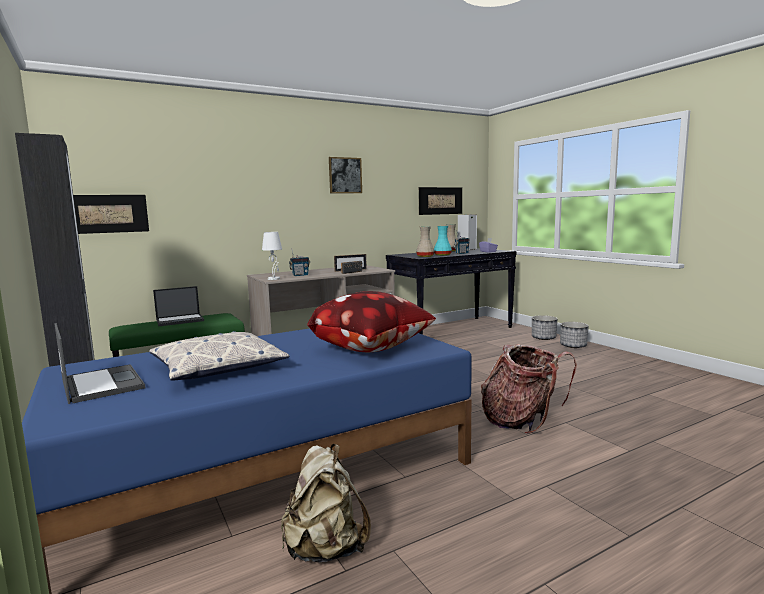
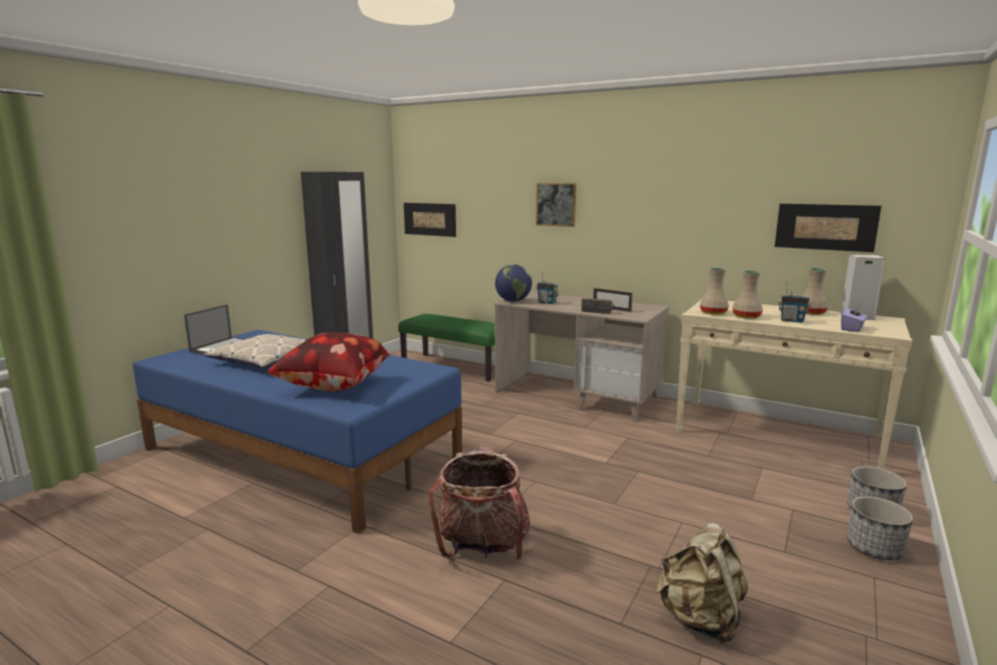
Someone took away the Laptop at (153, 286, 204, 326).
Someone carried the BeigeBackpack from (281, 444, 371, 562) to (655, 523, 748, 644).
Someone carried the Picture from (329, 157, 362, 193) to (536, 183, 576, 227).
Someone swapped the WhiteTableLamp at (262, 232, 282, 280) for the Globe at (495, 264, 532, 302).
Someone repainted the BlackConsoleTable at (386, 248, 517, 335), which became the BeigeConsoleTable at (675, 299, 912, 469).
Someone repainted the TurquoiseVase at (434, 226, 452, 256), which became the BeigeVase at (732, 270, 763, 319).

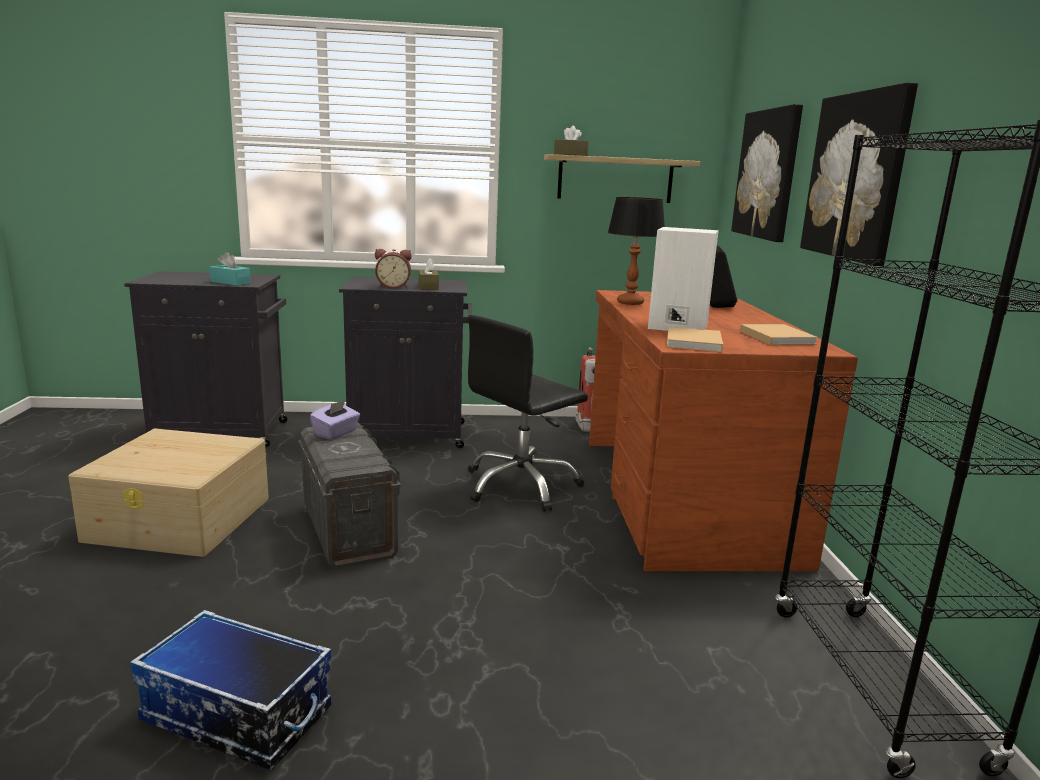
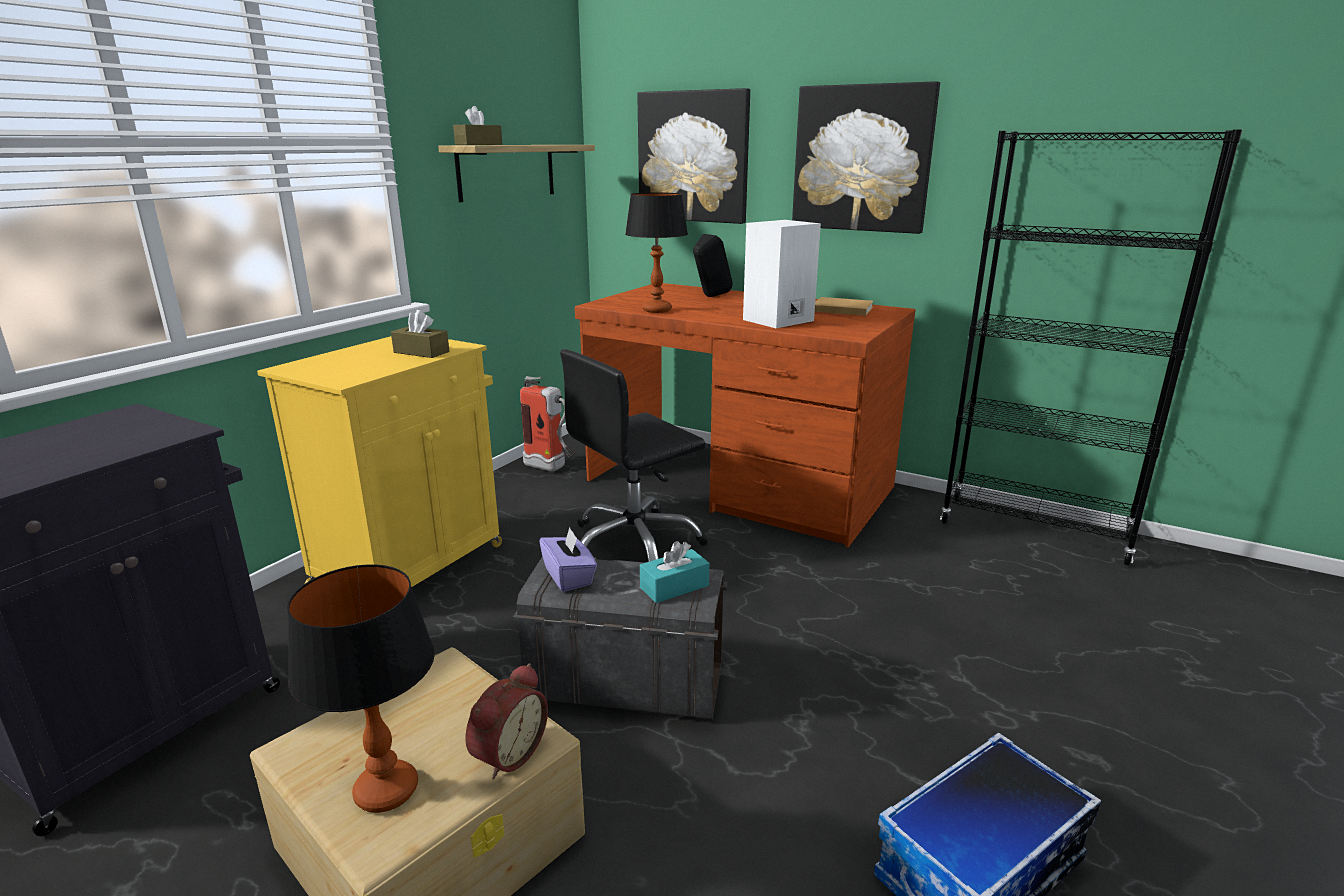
Someone took away the BeigeBook at (667, 327, 723, 352).
Someone put down the TableLamp at (287, 564, 435, 813).
Someone carried the TurquoiseTissueBox from (209, 252, 251, 286) to (640, 541, 709, 603).
Someone carried the AlarmClock from (375, 249, 412, 289) to (465, 663, 548, 779).
Someone repainted the BlackCabinet at (339, 277, 472, 448), which became the YellowCabinet at (257, 336, 502, 587).
Someone rotated the BlackOfficeChair at (468, 315, 588, 512) by 60 degrees clockwise.

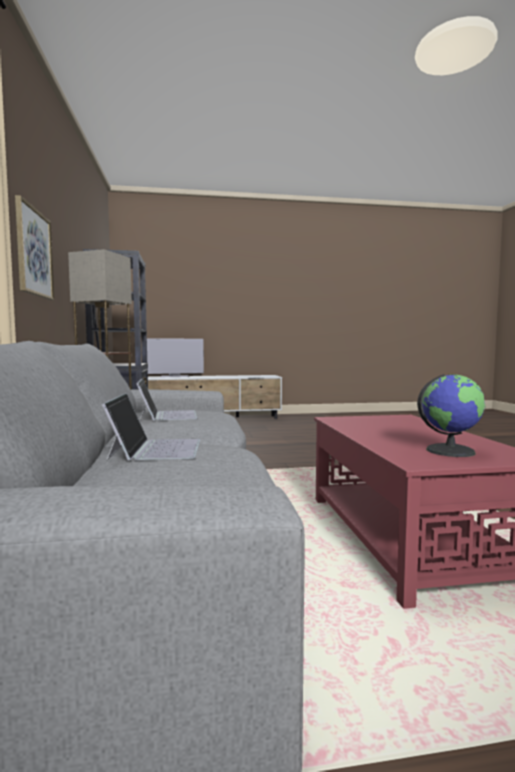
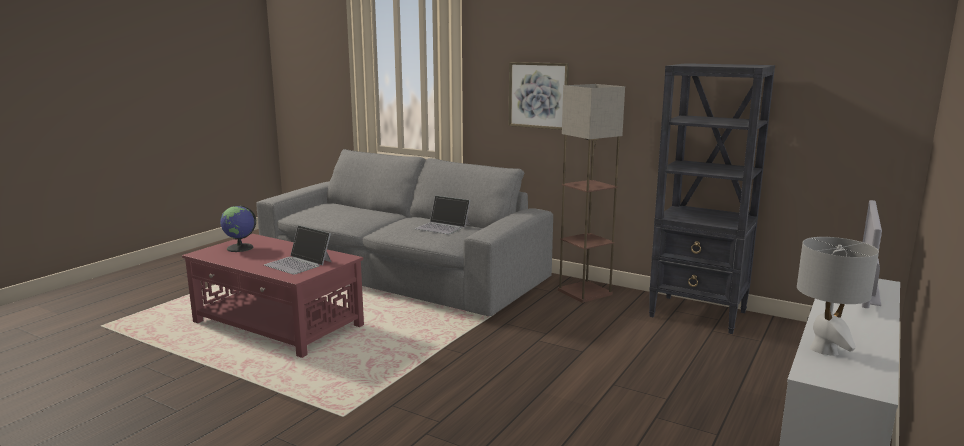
Someone put down the GreyTableLamp at (797, 237, 879, 356).
Someone carried the Laptop from (102, 393, 200, 461) to (264, 225, 331, 275).

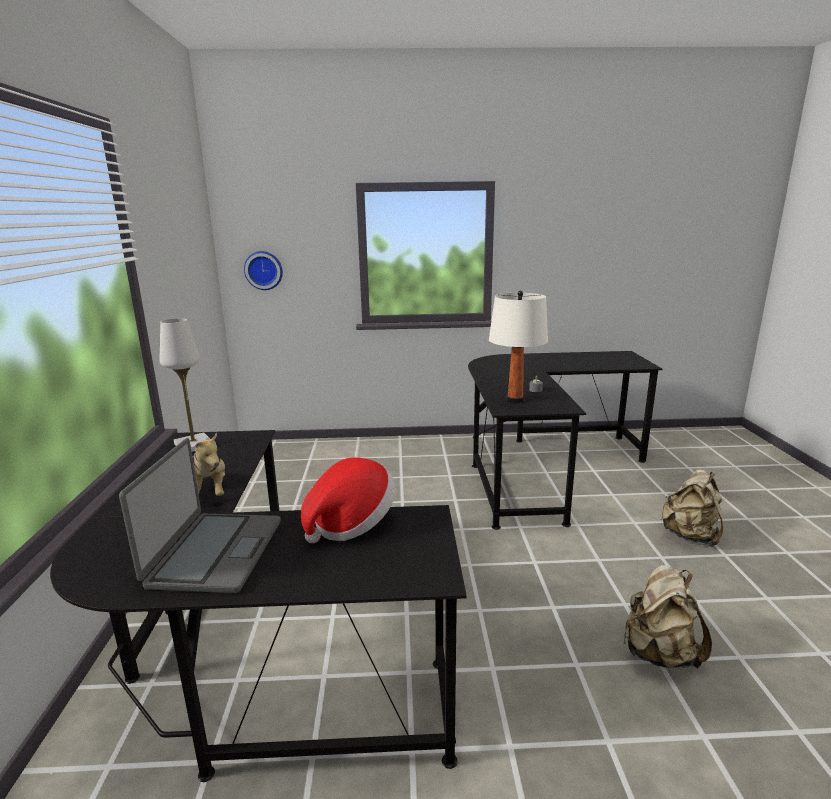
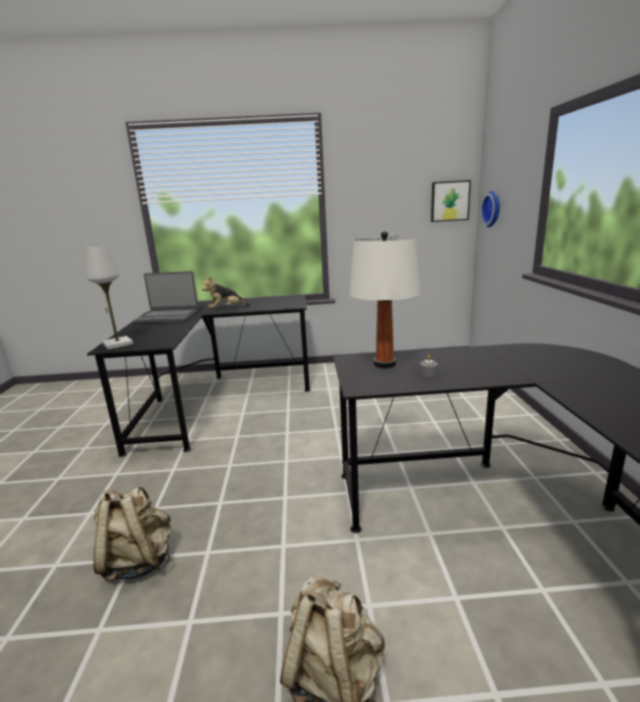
Someone took away the Hat at (301, 457, 396, 543).
Someone put up the Picture at (431, 180, 471, 222).
Someone carried the WhiteTableLamp from (160, 318, 211, 452) to (86, 244, 133, 350).

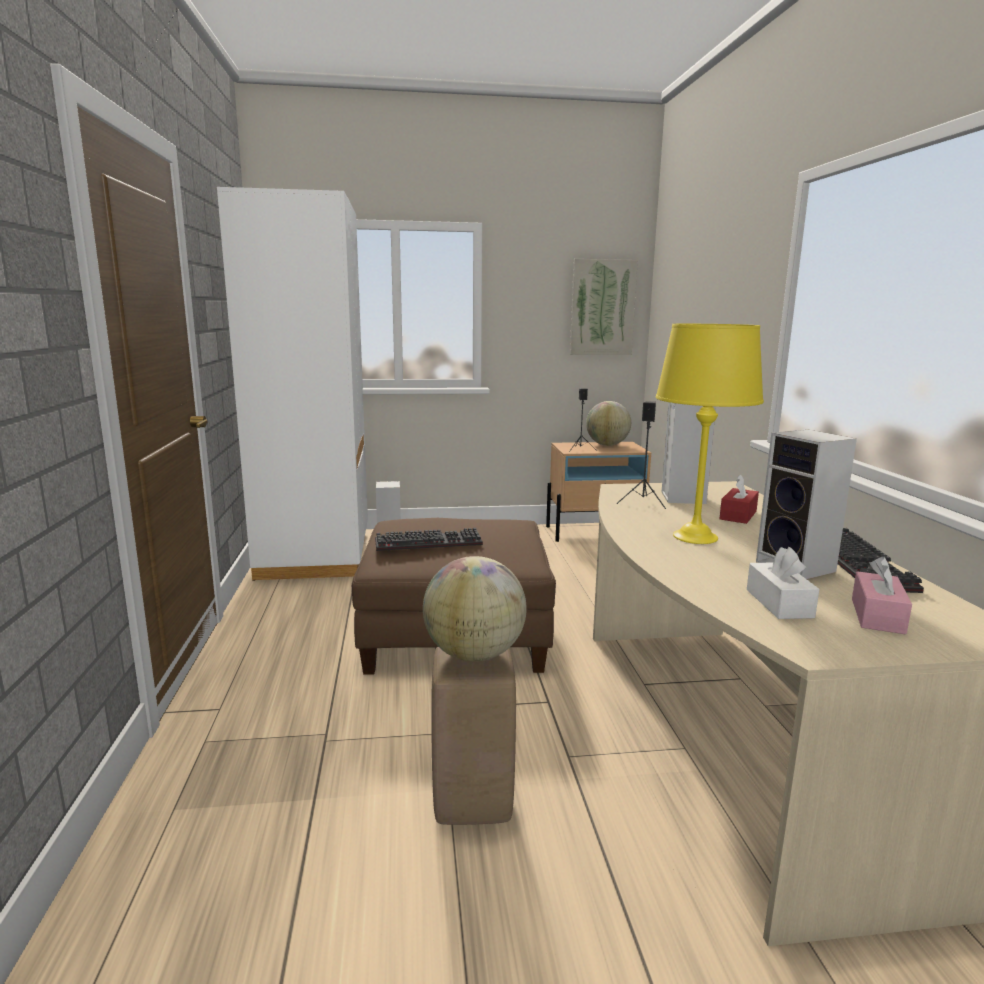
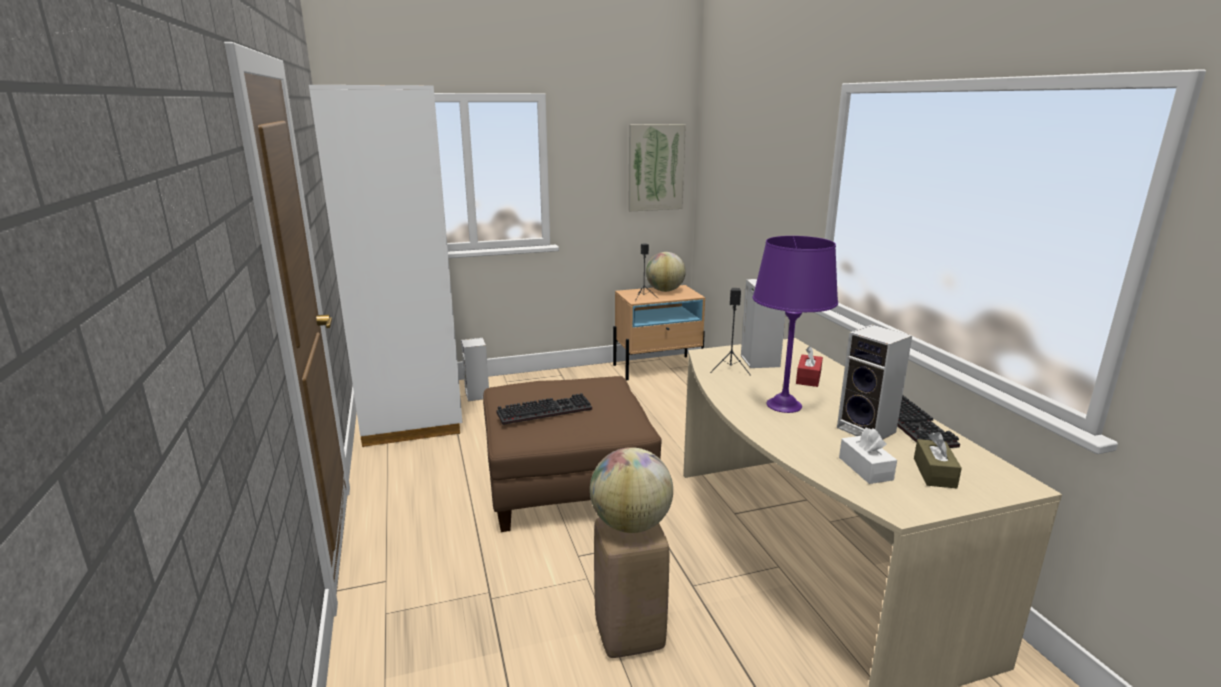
Someone repainted the YellowTableLamp at (656, 324, 764, 544), which became the PurpleTableLamp at (753, 236, 838, 413).
Someone repainted the PinkTissueBox at (852, 556, 912, 634), which became the BrownTissueBox at (914, 432, 962, 488).

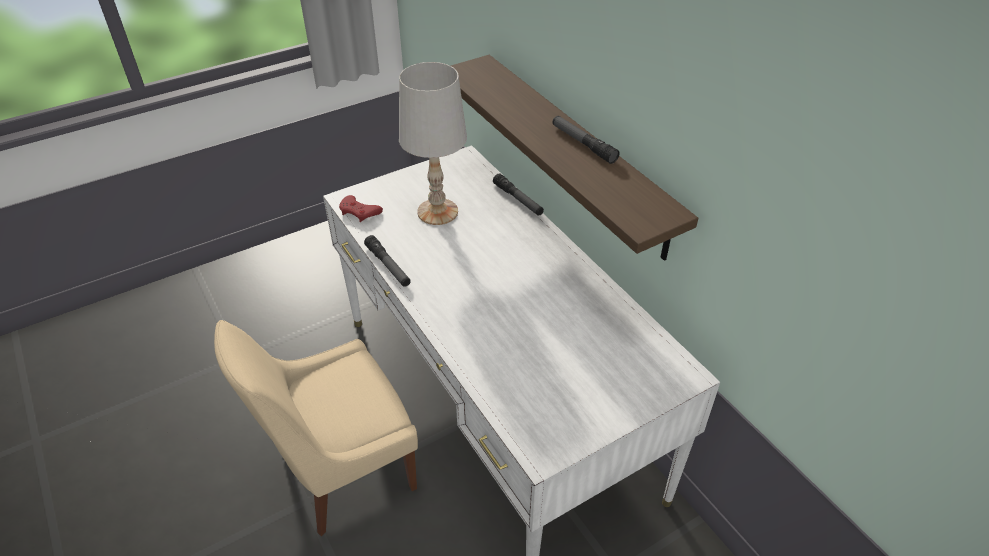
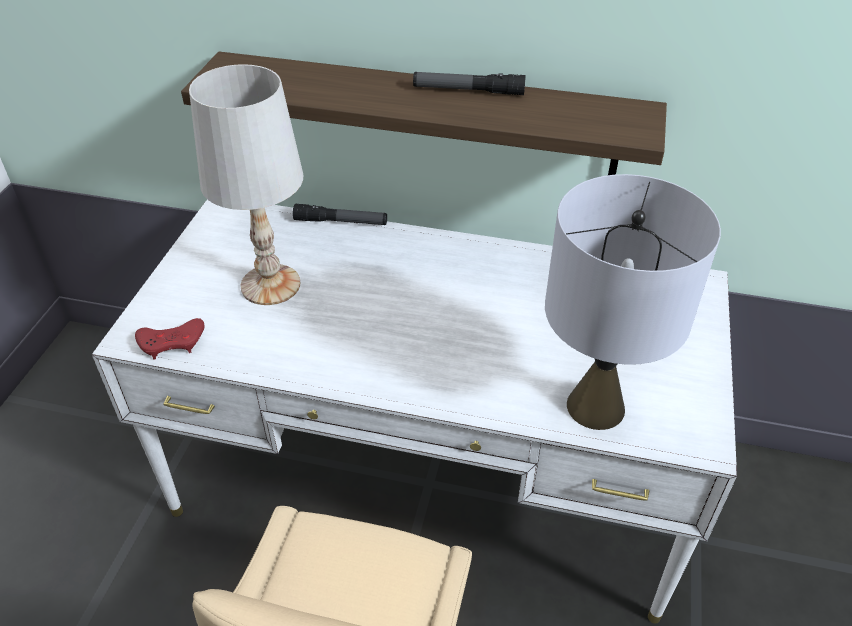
Someone took away the Flashlight at (364, 235, 411, 287).
Someone put down the GreyTableLamp at (545, 174, 721, 430).

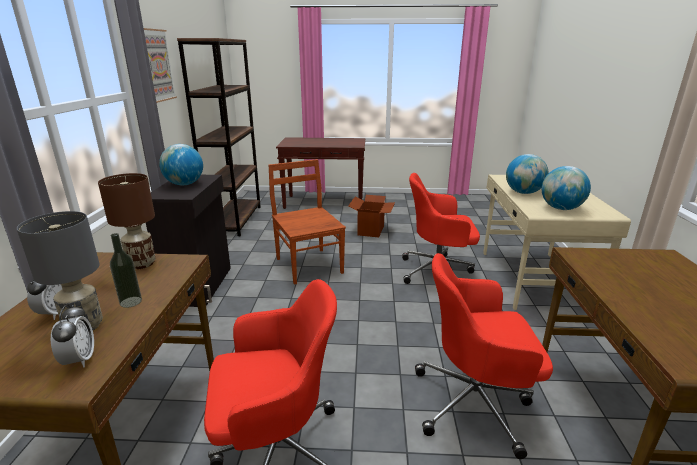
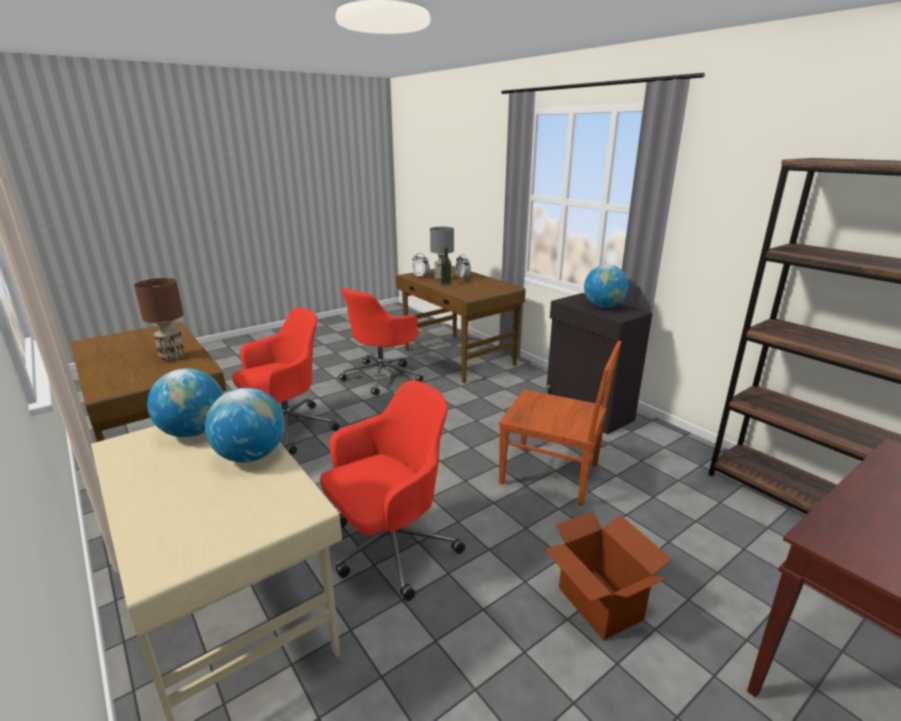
Someone took away the Picture at (144, 28, 177, 103).
Someone carried the BrownTableLamp from (98, 173, 156, 269) to (134, 278, 185, 361).

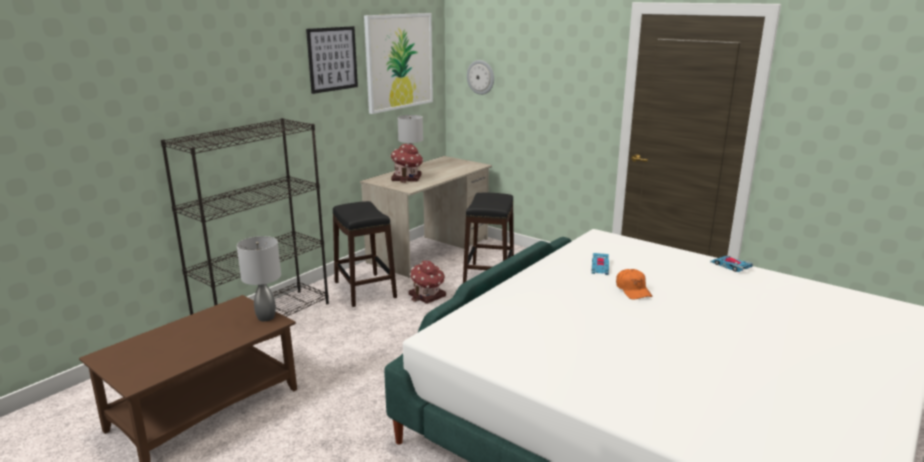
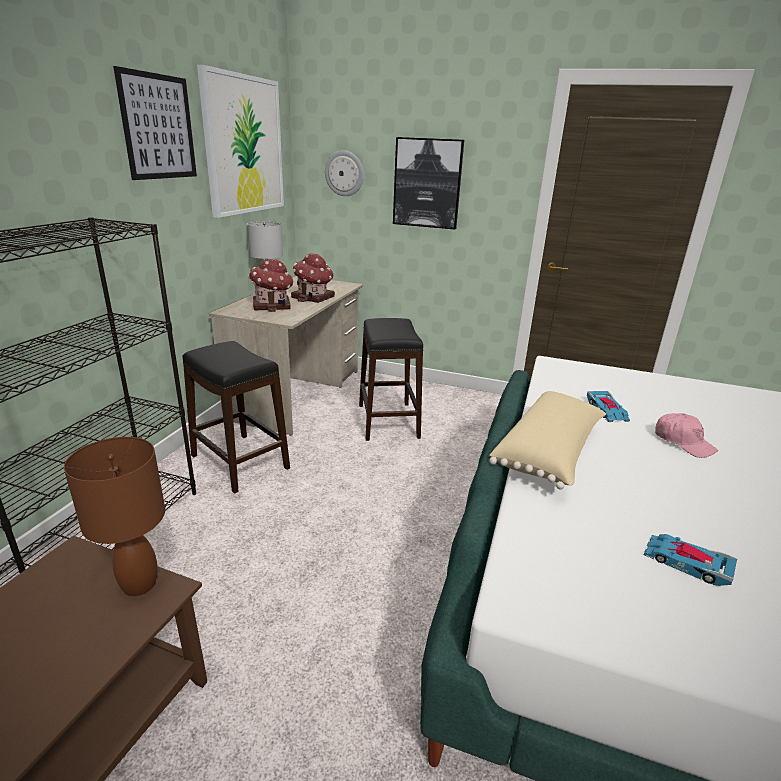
Someone put up the Picture at (393, 137, 464, 229).
Someone put down the BeigePillow at (489, 391, 606, 490).
Someone carried the ToyHouse from (409, 261, 446, 304) to (291, 253, 335, 303).
Someone carried the ToyCar from (710, 256, 753, 272) to (644, 534, 738, 586).
Someone repainted the GreyTableLamp at (237, 236, 281, 321), which became the BrownTableLamp at (64, 437, 165, 596).
Someone repainted the OrangeCap at (616, 269, 652, 300), which became the PinkCap at (655, 413, 718, 458).

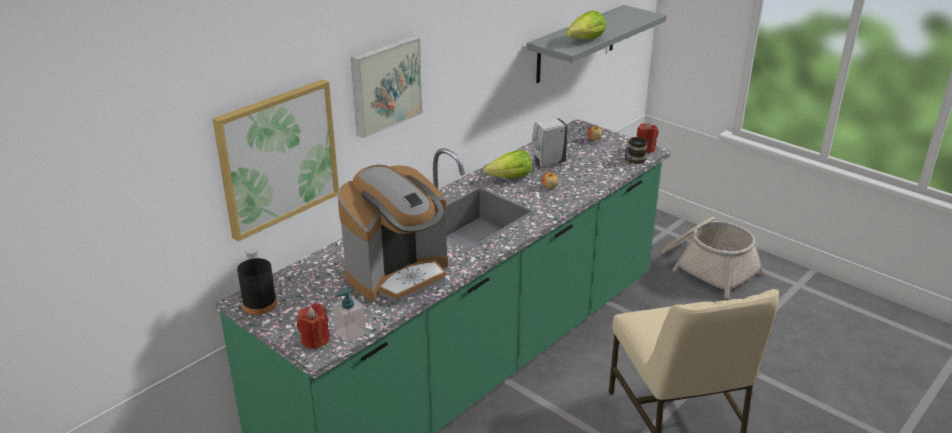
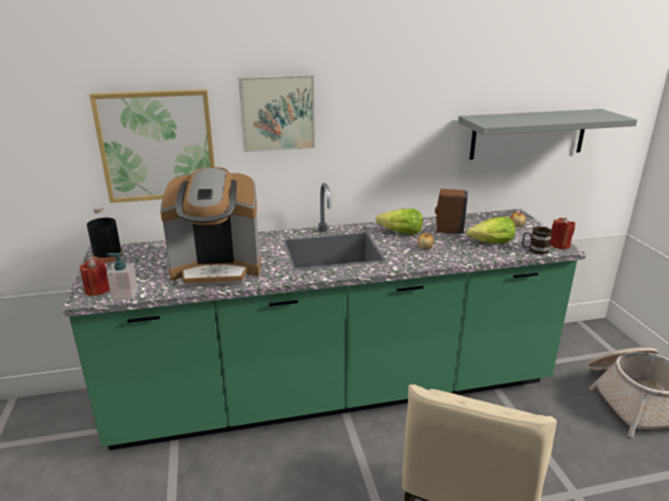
Someone carried the Lettuce from (566, 11, 606, 39) to (466, 217, 515, 243).
Someone repainted the WhiteSoapDispenser at (532, 118, 568, 168), which became the BrownSoapDispenser at (435, 189, 468, 234).

